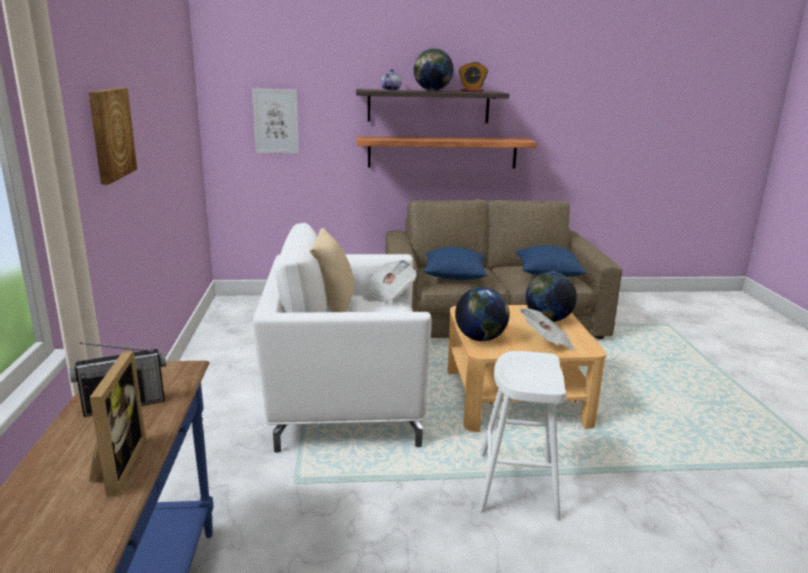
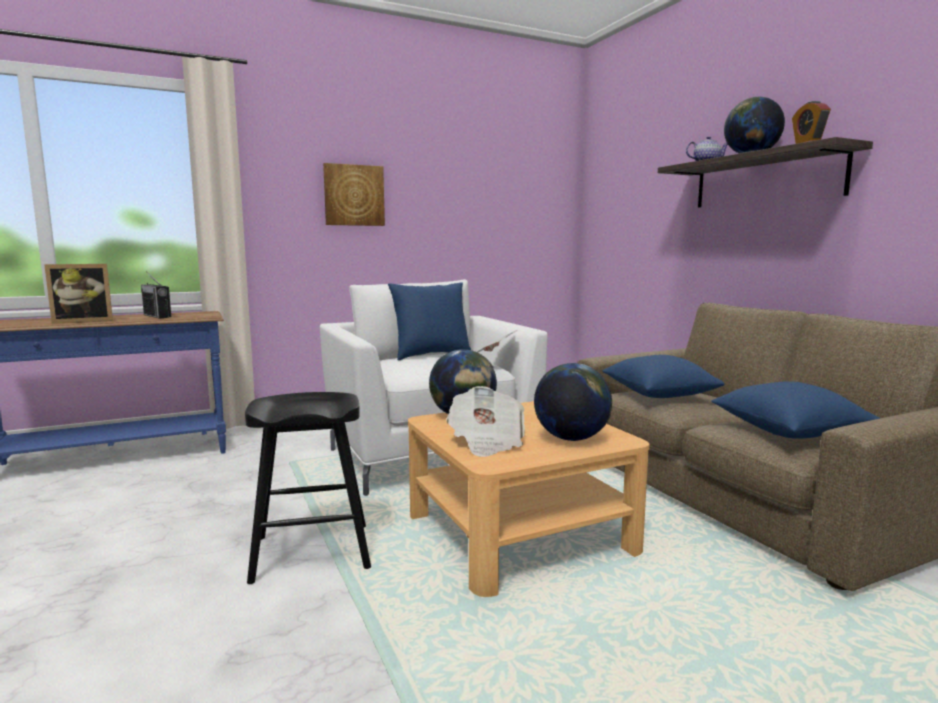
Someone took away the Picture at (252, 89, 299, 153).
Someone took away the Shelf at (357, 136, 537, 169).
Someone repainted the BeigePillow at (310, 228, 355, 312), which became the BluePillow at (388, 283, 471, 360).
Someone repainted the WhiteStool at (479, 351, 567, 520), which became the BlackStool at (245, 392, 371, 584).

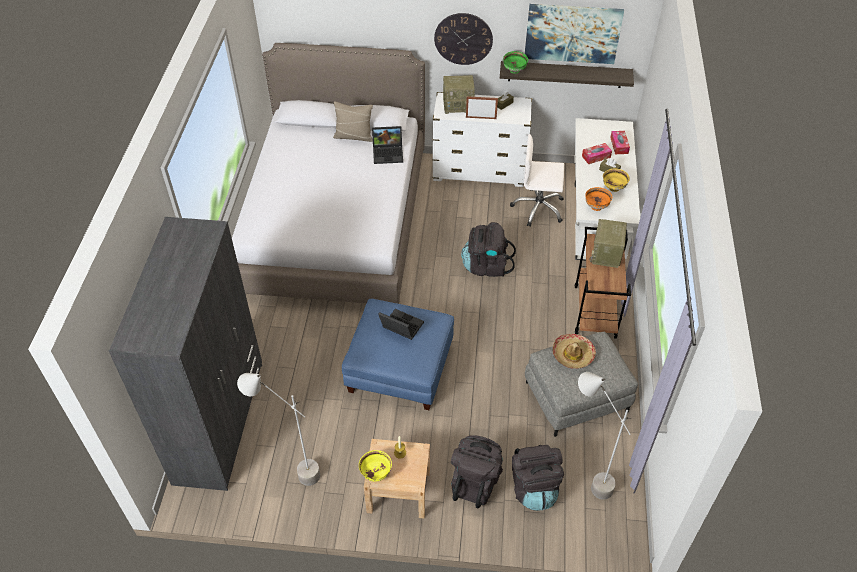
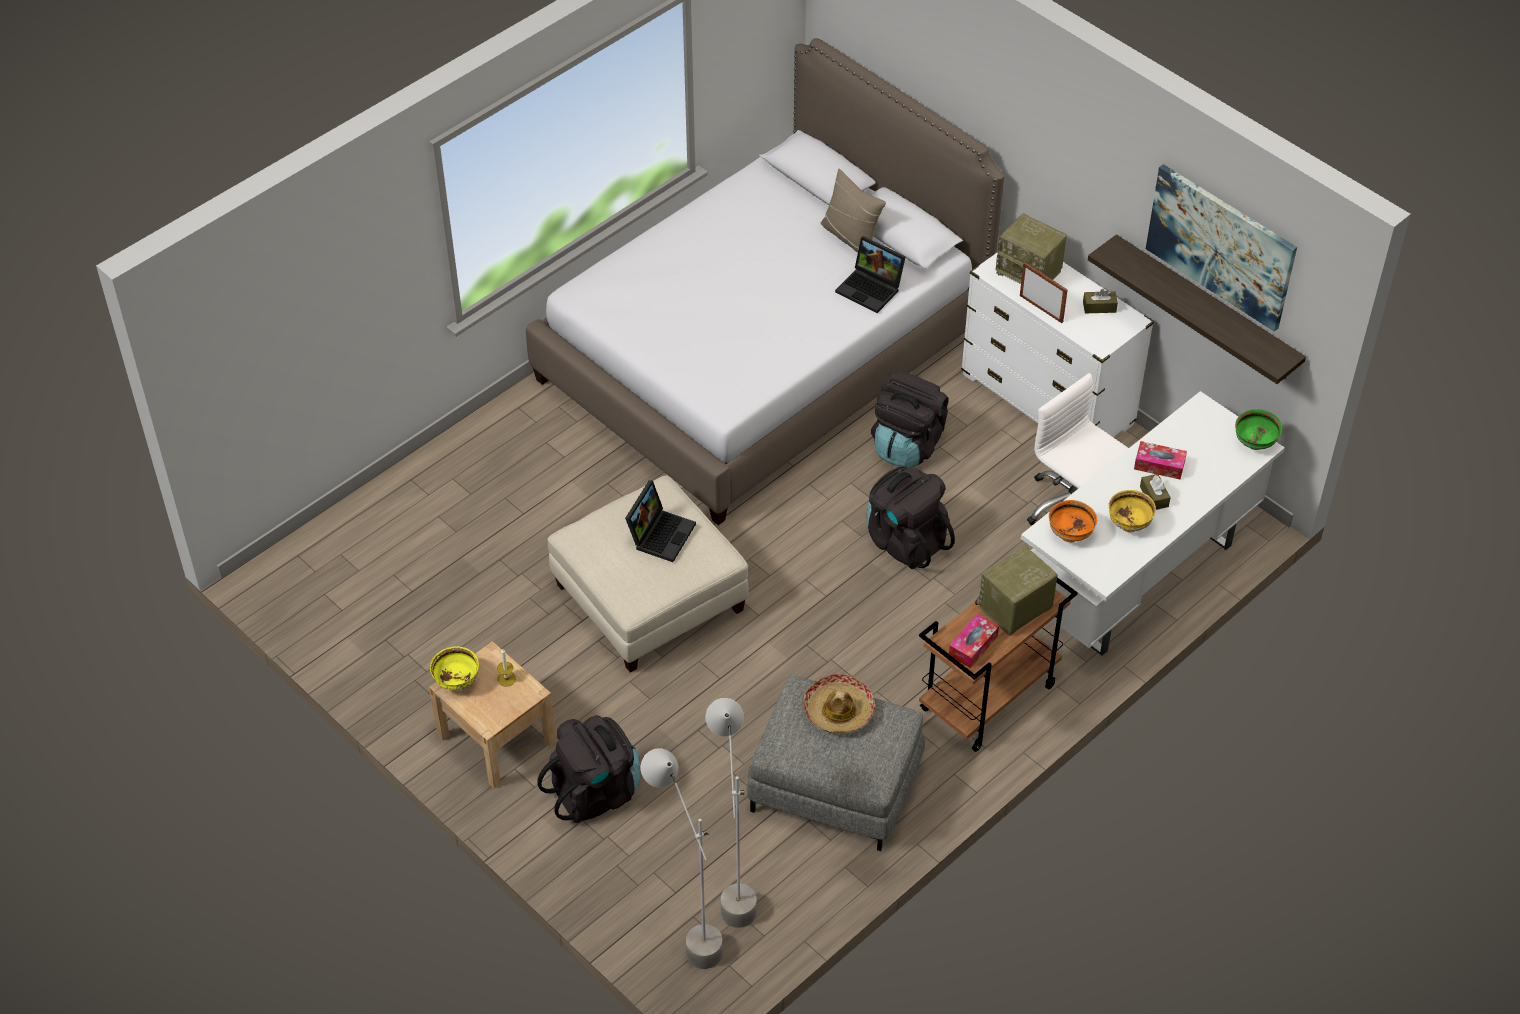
Someone took away the GreyWardrobe at (109, 217, 262, 491).
Someone took away the WallClock at (434, 13, 493, 65).
Someone carried the GreyFloorLamp from (237, 373, 320, 486) to (641, 748, 723, 969).
Someone carried the GreenBowl from (503, 51, 528, 74) to (1235, 409, 1282, 450).
Someone carried the BlackBackpack from (512, 445, 564, 511) to (871, 371, 949, 468).
Someone carried the TissueBox from (610, 131, 630, 154) to (949, 614, 999, 668).
Someone repainted the BlueOttoman at (342, 299, 454, 410), which became the BeigeOttoman at (548, 475, 749, 673).
Someone rotated the Laptop at (378, 309, 424, 340) by 45 degrees clockwise.

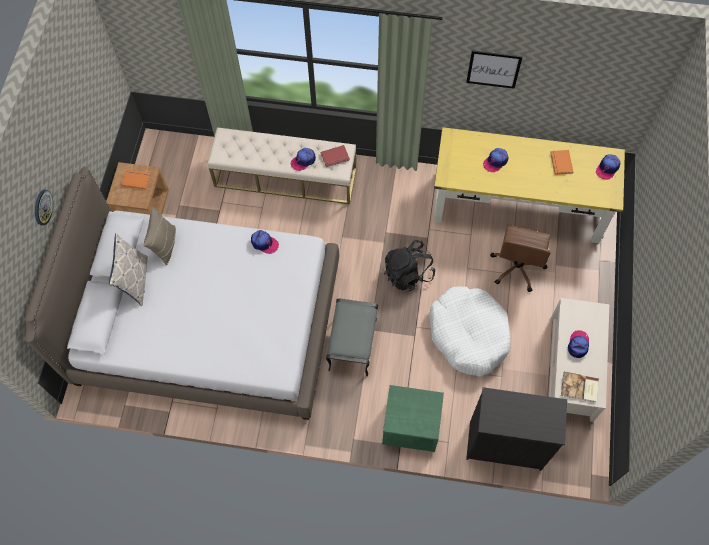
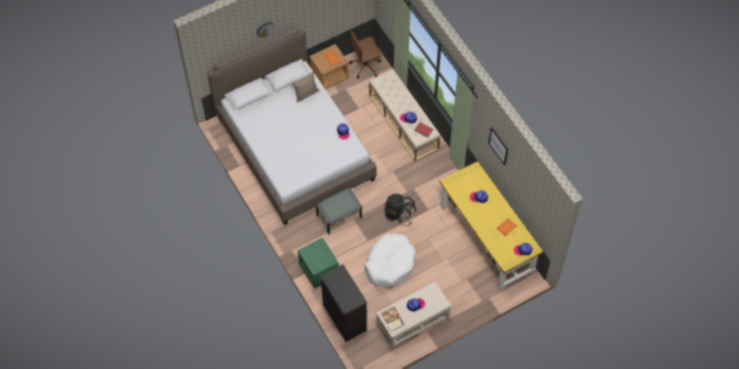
Someone took away the Pillow at (109, 233, 148, 306).
Someone carried the BrownOfficeChair from (490, 225, 551, 292) to (349, 31, 382, 79).

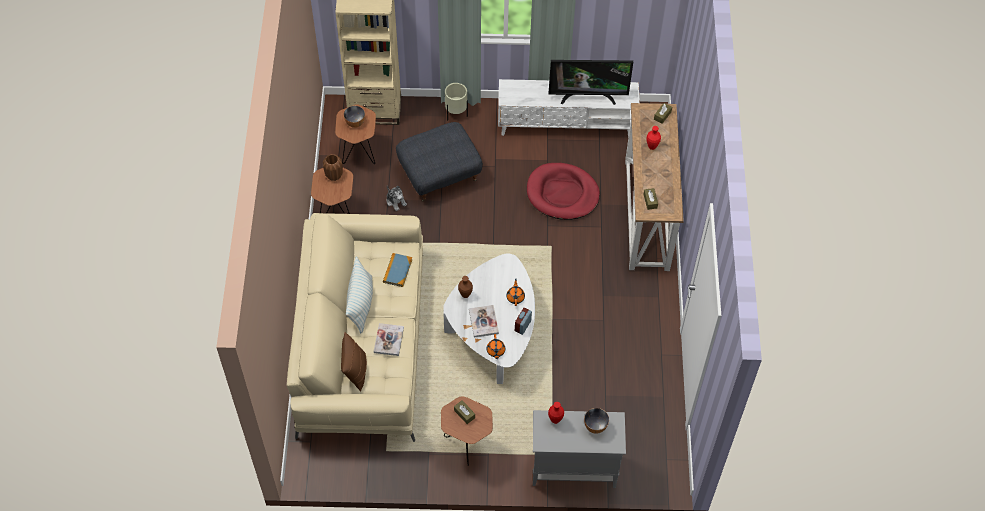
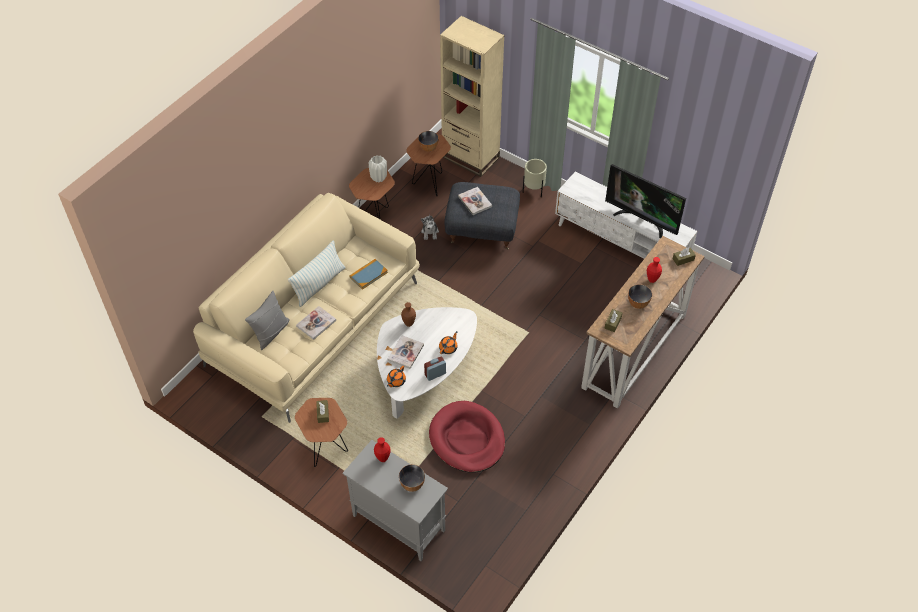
Someone put down the Book at (458, 187, 492, 215).
Someone put down the Bowl at (628, 284, 652, 309).
Someone carried the RedDogBed from (527, 163, 600, 220) to (429, 401, 505, 473).
Someone repainted the BrownVase at (323, 154, 343, 181), which became the WhiteVase at (368, 155, 387, 182).
Someone repainted the BrownPillow at (341, 332, 367, 392), which became the GreyPillow at (245, 291, 290, 350).

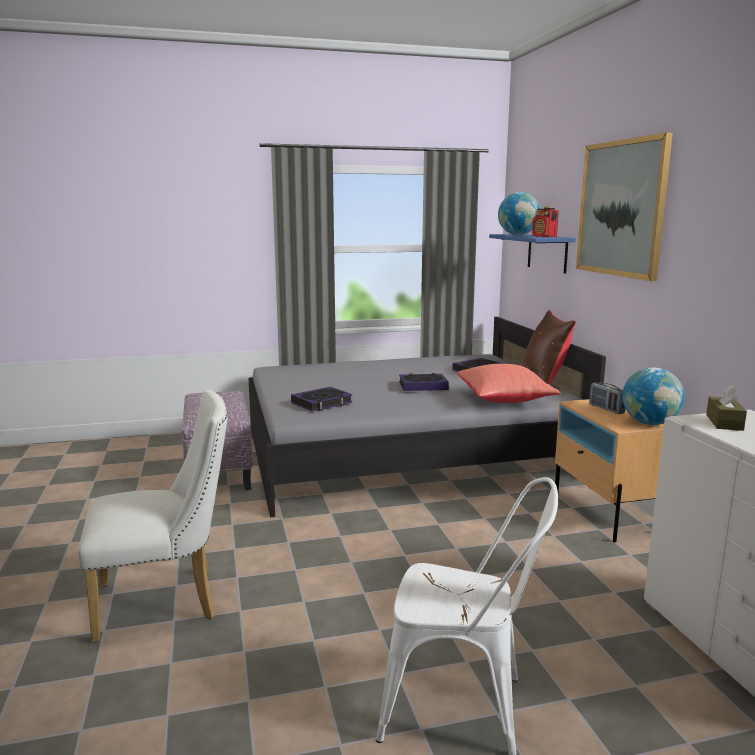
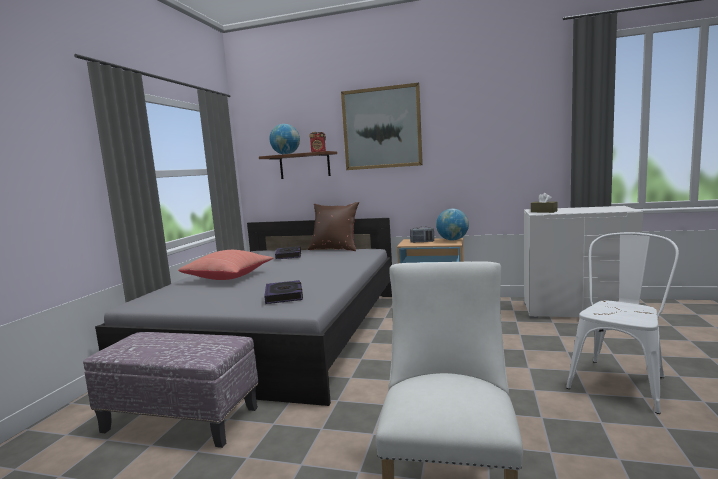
Someone took away the Book at (399, 373, 449, 391).
Someone carried the RedPillow from (457, 364, 561, 403) to (178, 250, 273, 280).
Someone repainted the BlueShelf at (489, 234, 576, 274), which became the BrownShelf at (259, 151, 337, 179).

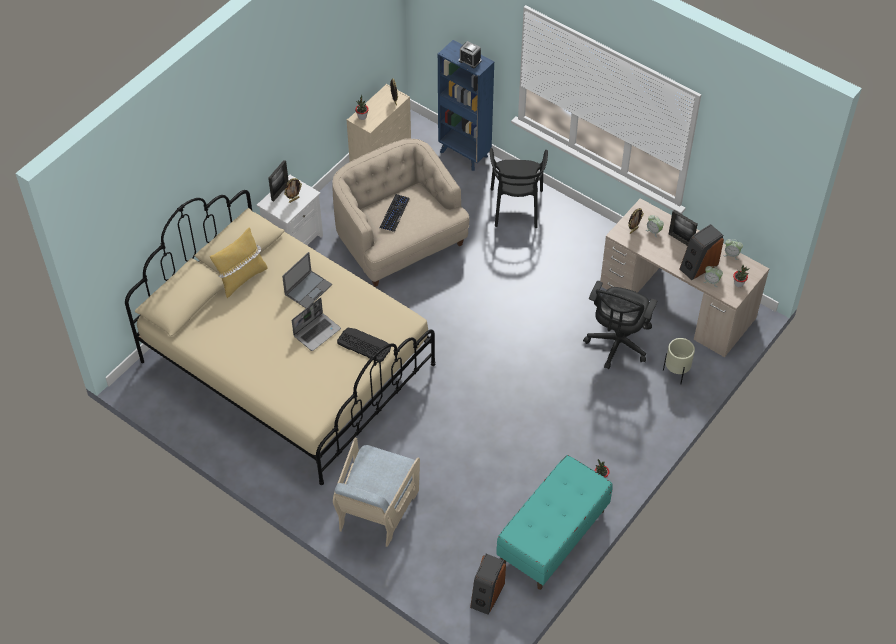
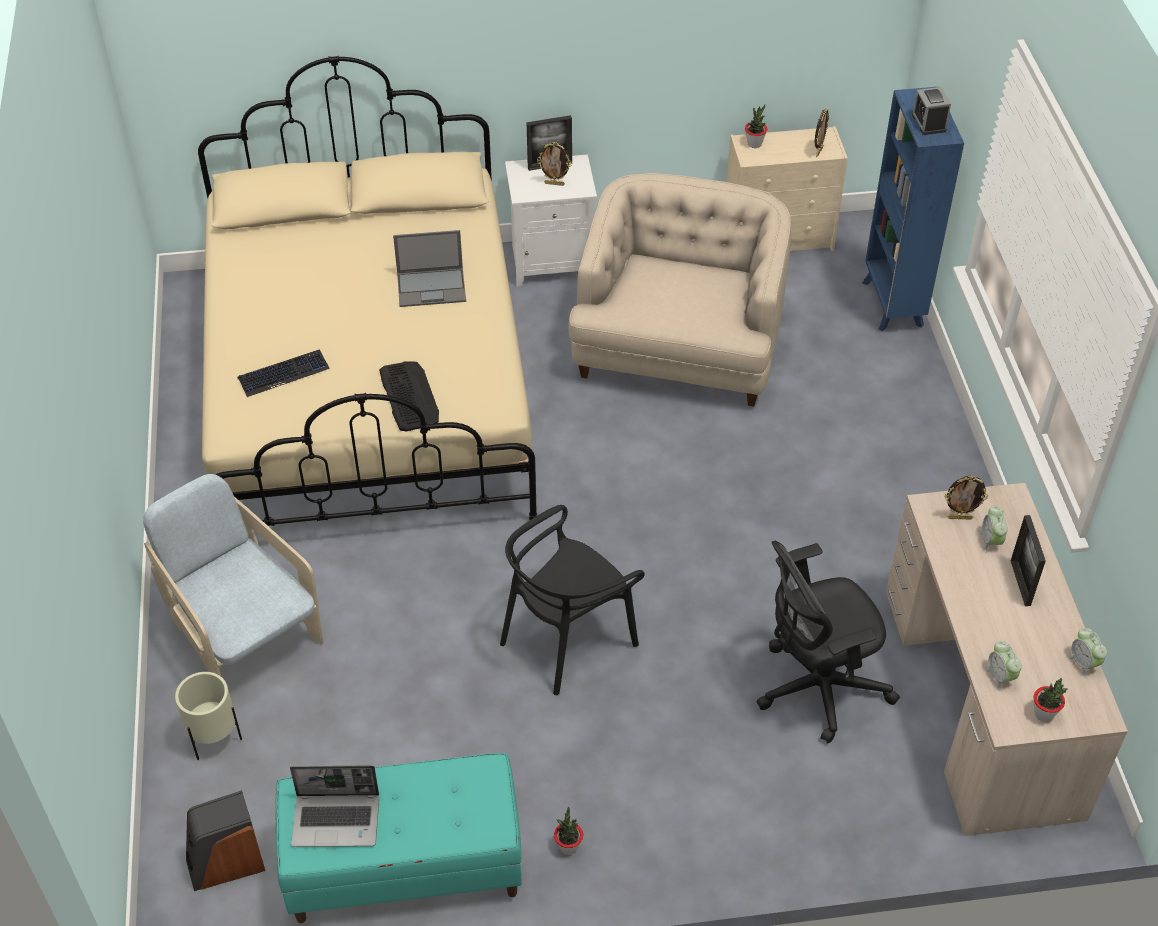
Someone took away the YellowPillow at (210, 227, 267, 298).
Someone took away the Speaker at (680, 224, 724, 280).
Someone carried the Laptop from (292, 297, 341, 351) to (290, 765, 379, 847).
Someone carried the Keyboard from (380, 194, 410, 232) to (237, 350, 330, 397).
Someone carried the BlackChair from (490, 148, 548, 228) to (500, 505, 645, 695).
Someone carried the BeigePlanter from (663, 338, 695, 384) to (175, 672, 242, 760).
Someone rotated the BeigeArmchair at (333, 438, 420, 547) by 75 degrees clockwise.

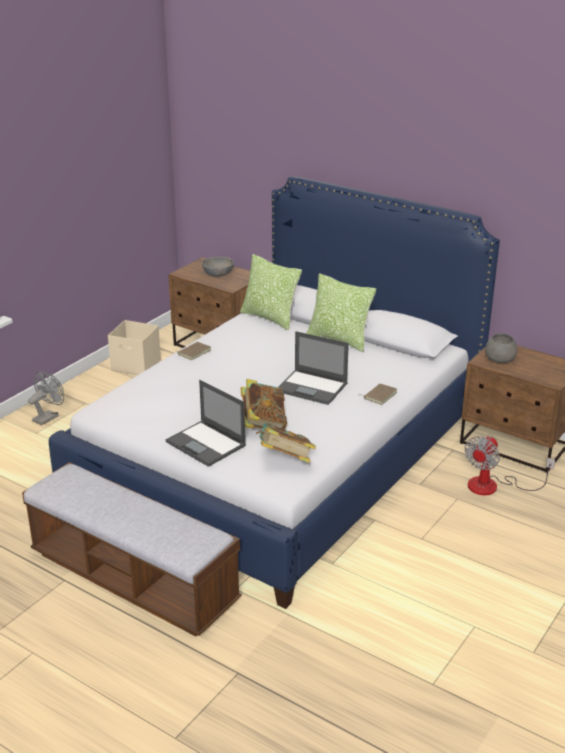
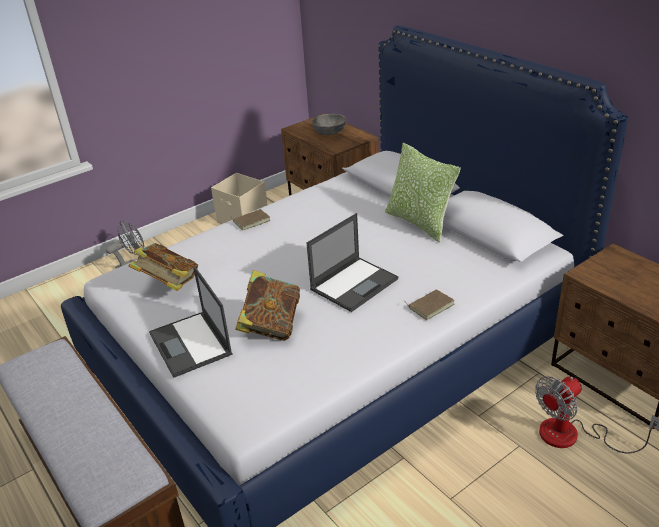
Someone took away the Pillow at (240, 254, 302, 330).
Someone took away the GreyBowl at (485, 333, 517, 363).
Someone carried the Book from (256, 423, 316, 463) to (129, 243, 198, 291).
Someone rotated the Laptop at (278, 331, 349, 405) by 90 degrees counterclockwise.

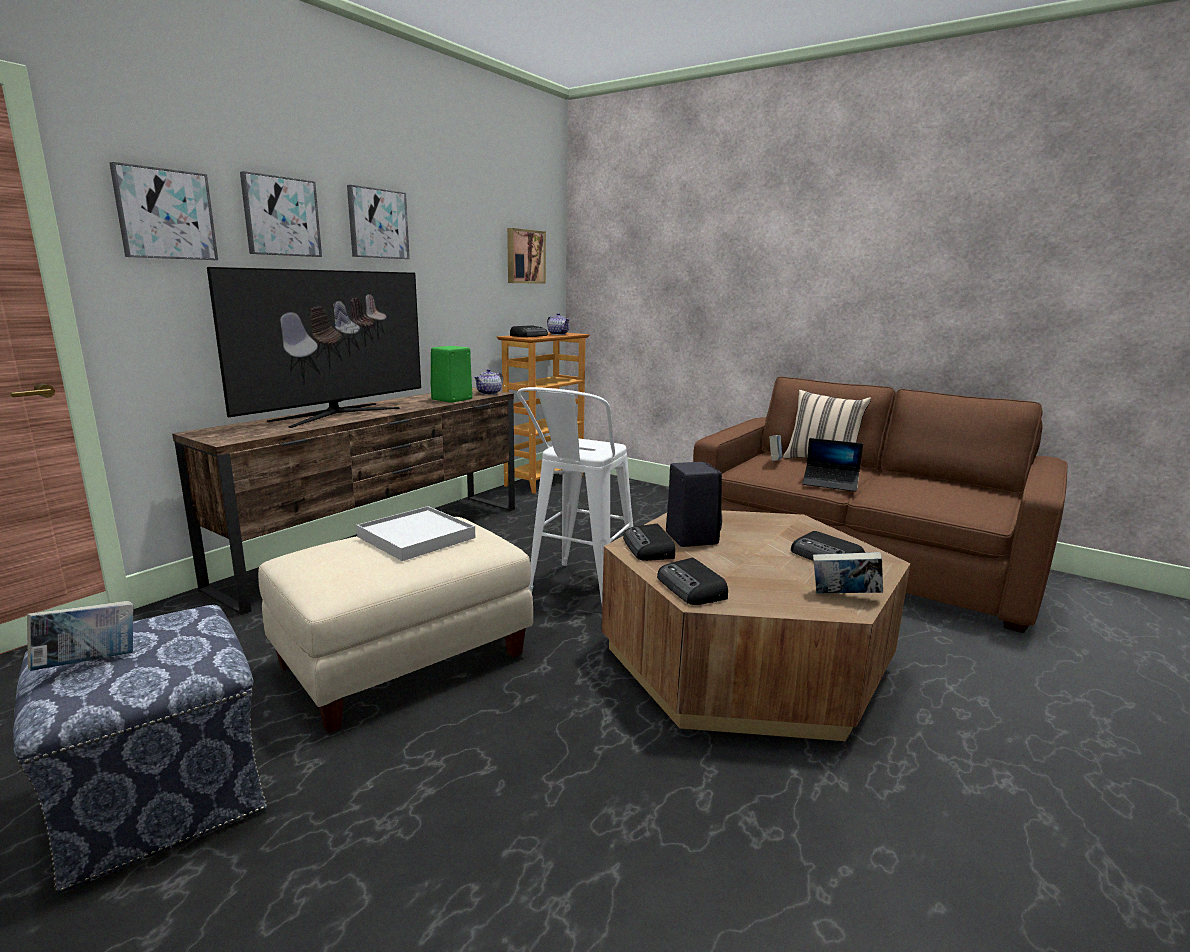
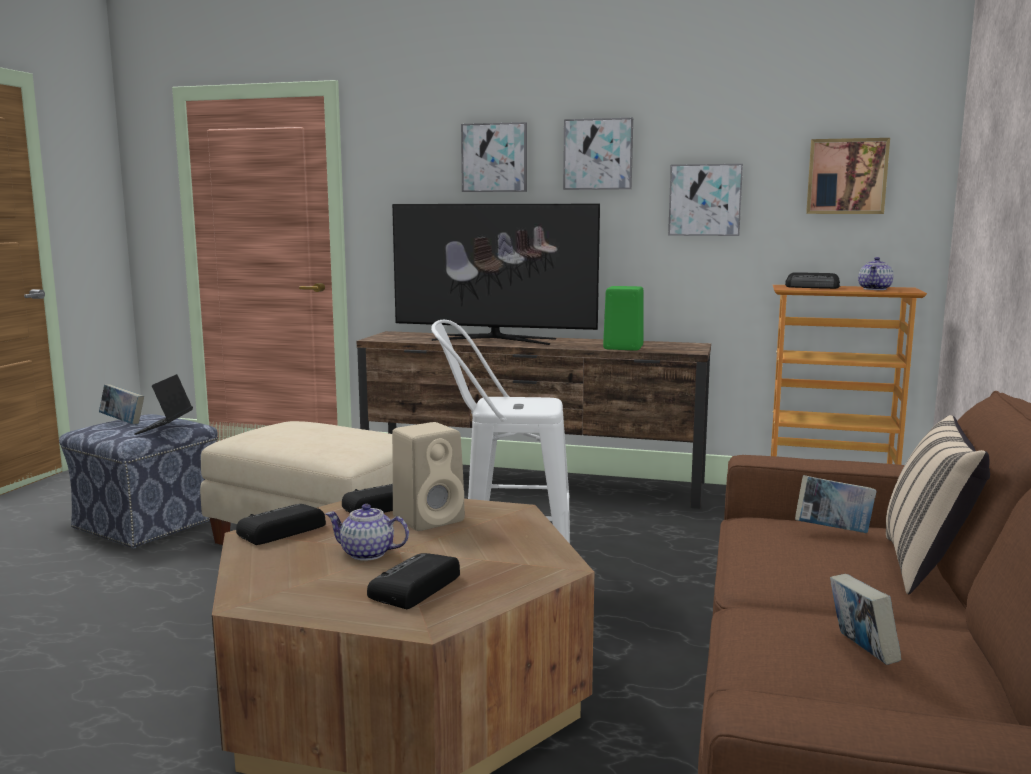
Someone took away the WhiteTray at (356, 506, 475, 561).
Someone carried the Picture from (109, 162, 218, 260) to (668, 164, 743, 236).
Someone carried the Teapot from (474, 369, 503, 395) to (326, 504, 409, 561).
Someone carried the Laptop from (802, 438, 863, 492) to (134, 374, 193, 435).
Someone carried the Book from (813, 552, 883, 593) to (830, 574, 902, 665).
Someone repainted the BlackSpeaker at (666, 462, 722, 547), which became the BeigeSpeaker at (392, 422, 465, 531).

